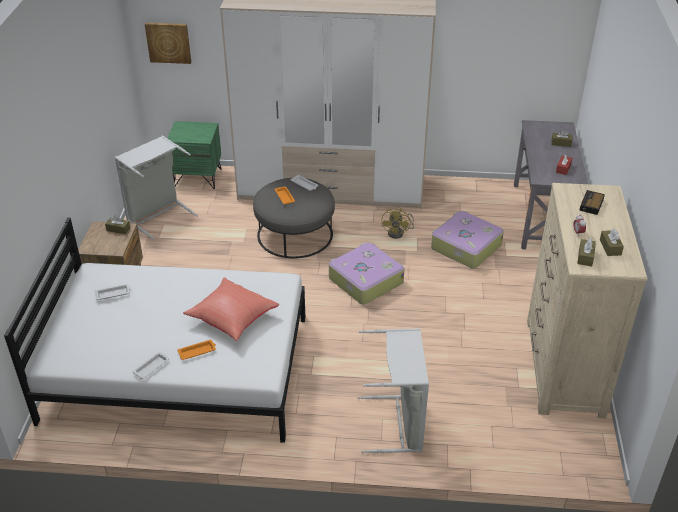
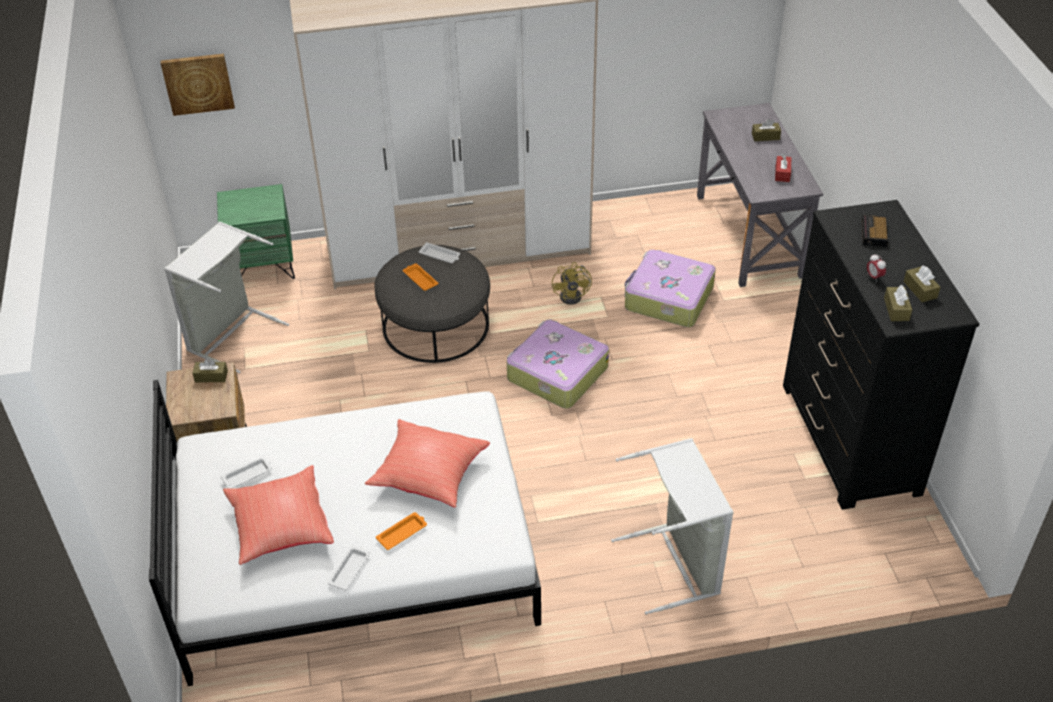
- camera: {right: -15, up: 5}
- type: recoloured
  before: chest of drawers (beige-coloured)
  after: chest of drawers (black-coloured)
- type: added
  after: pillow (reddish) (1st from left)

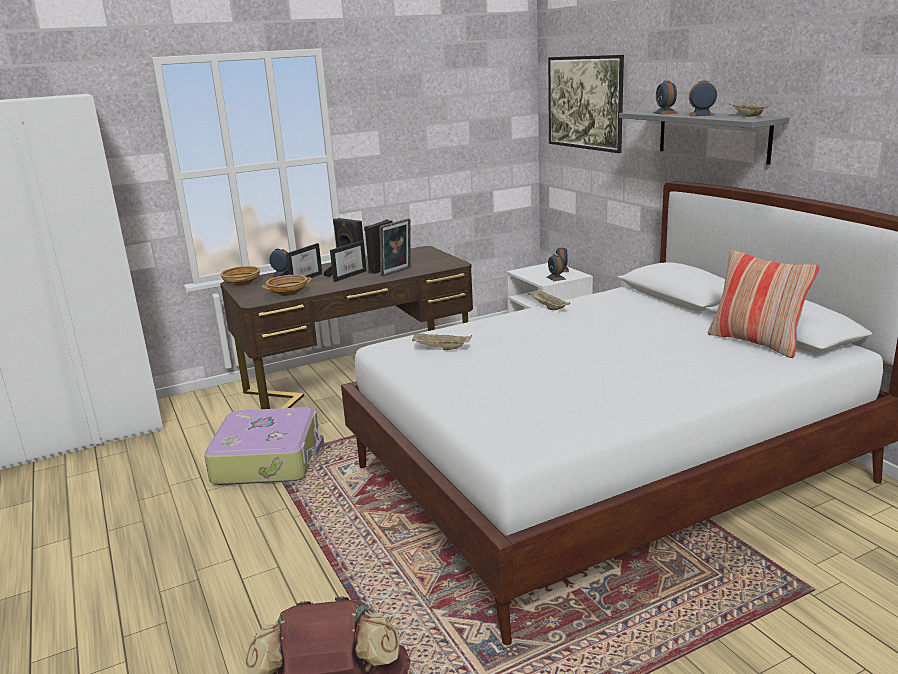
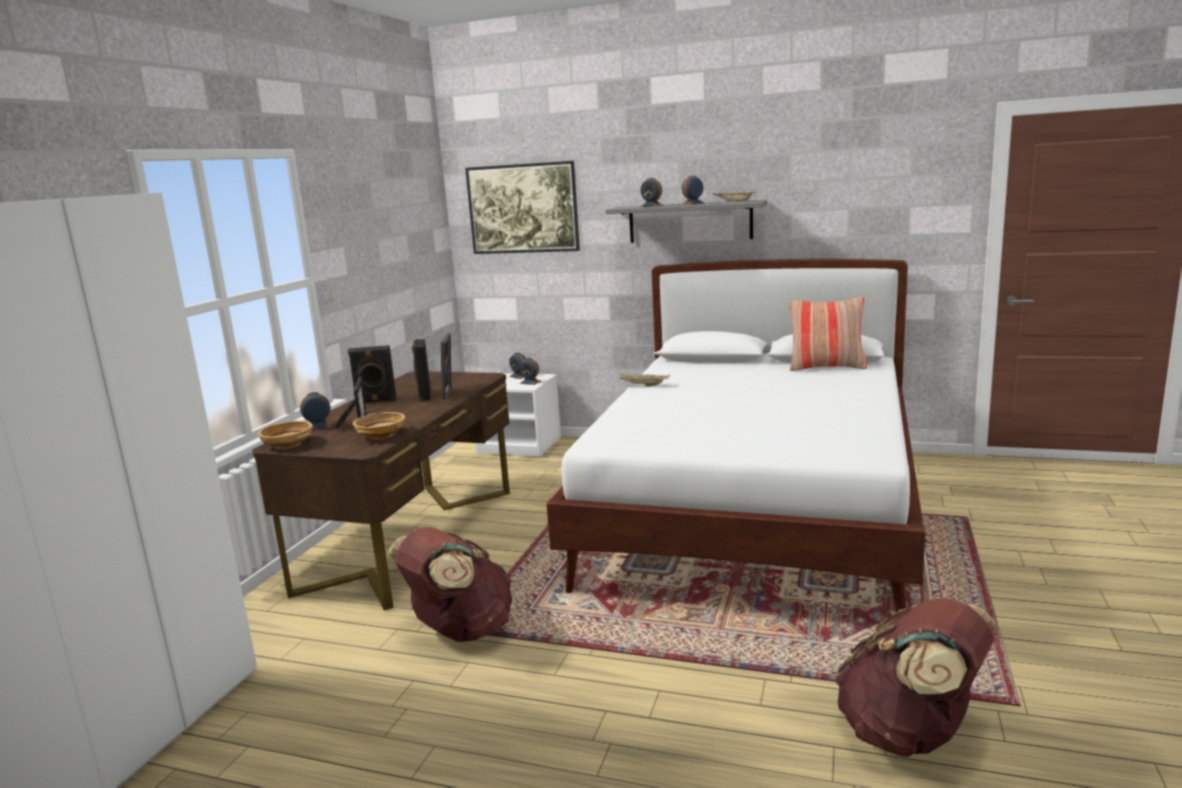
- camera: {right: -45, up: -5}
- type: replaced
  before: suitcase
  after: rucksack (brownish) (1st from left)
- type: removed
  before: picture frame (2nd from left)
- type: removed
  before: carrying tray (beige-coloured) (1st from left)

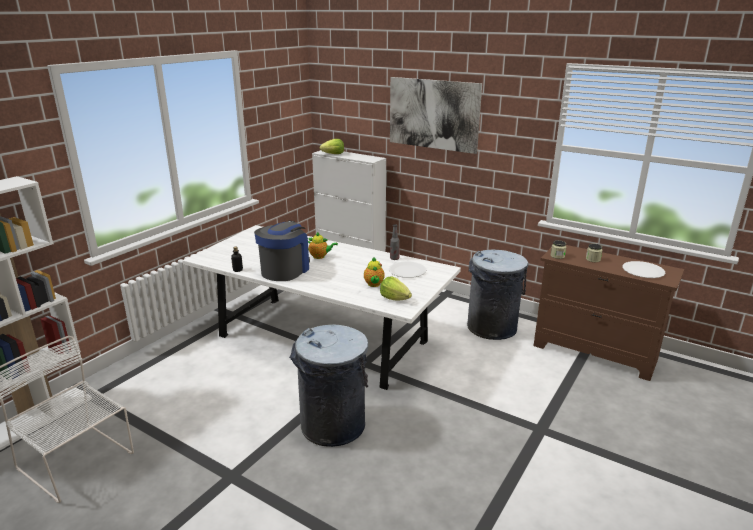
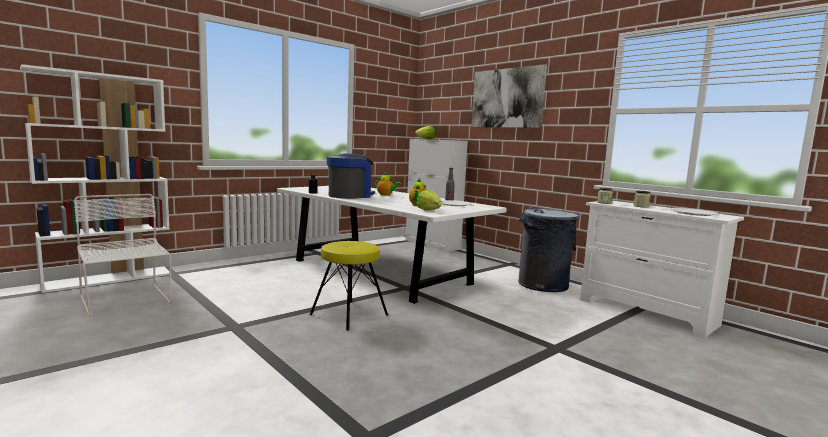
- camera: {right: 15, up: -15}
- type: replaced
  before: waste bin (greyish) (1st from left)
  after: stool seat (yellowish)
- type: recoloured
  before: chest of drawers (brownish)
  after: chest of drawers (white-coloured)

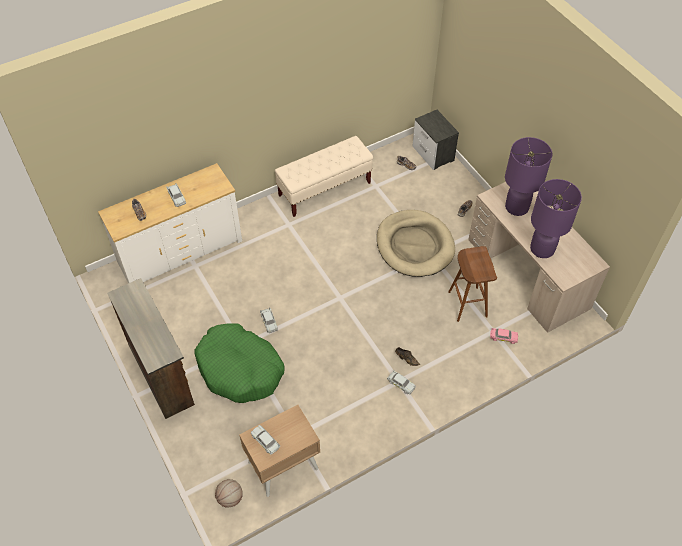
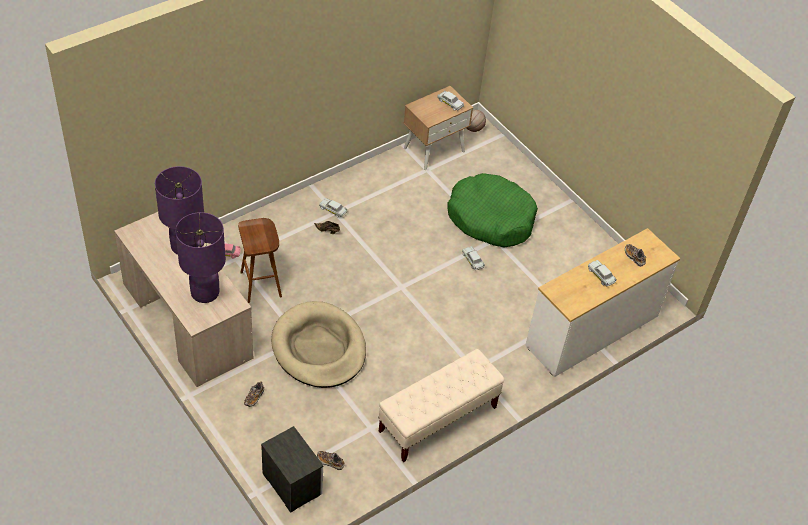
- camera: {right: 170, up: -5}
- type: removed
  before: chest of drawers (brownish)

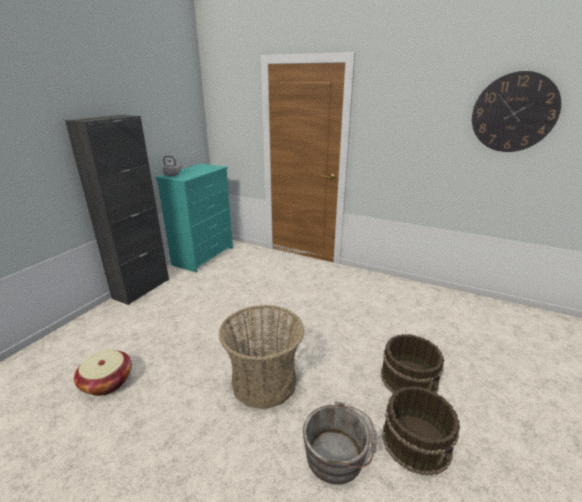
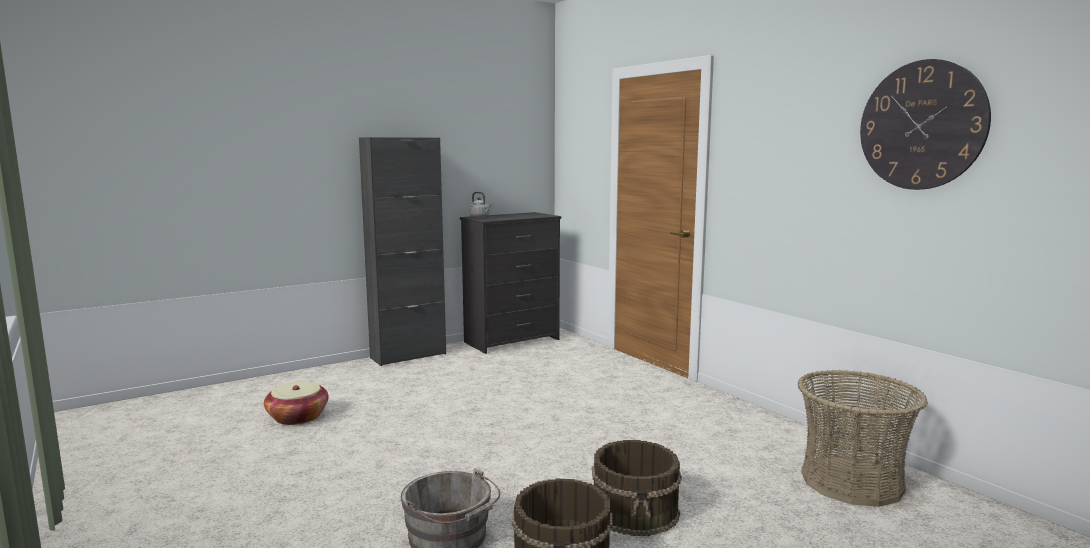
- camera: {right: 30, up: -15}
- type: recoloured
  before: chest of drawers (turquoise-coloured)
  after: chest of drawers (black-coloured)
- type: moved
  before: basket (2nd from left)

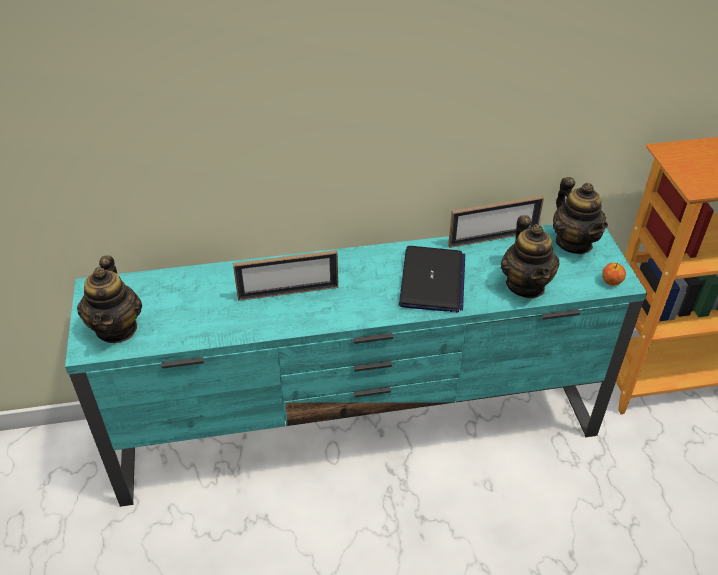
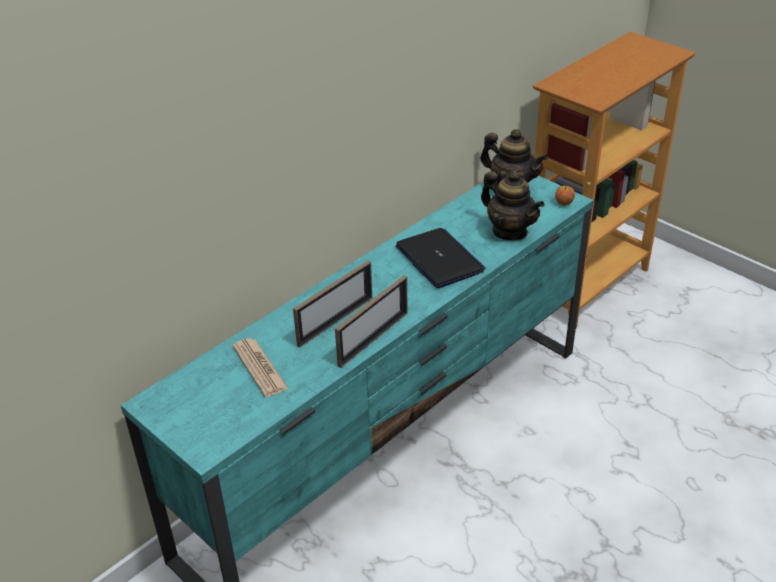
- camera: {right: -35, up: -5}
- type: removed
  before: pot for tea (1st from left)
- type: moved
  before: picture frame (2nd from left)
- type: added
  after: daily paper

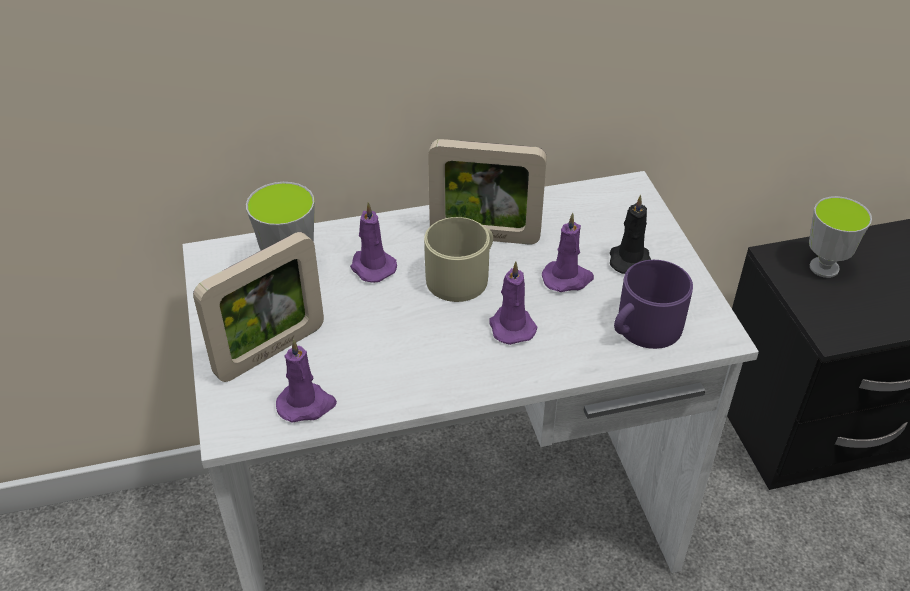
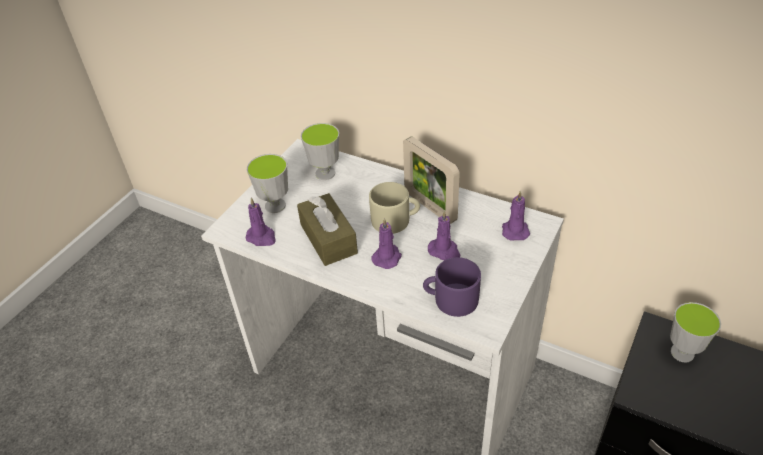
- camera: {right: 45, up: 0}
- type: replaced
  before: picture frame (1st from left)
  after: cup (1st from left)
- type: moved
  before: candle (purple-coloured) (2nd from left in the first image)
  after: candle (purple-coloured) (4th from left)
- type: removed
  before: candle (black-coloured)
- type: added
  after: box of tissues (brownish)

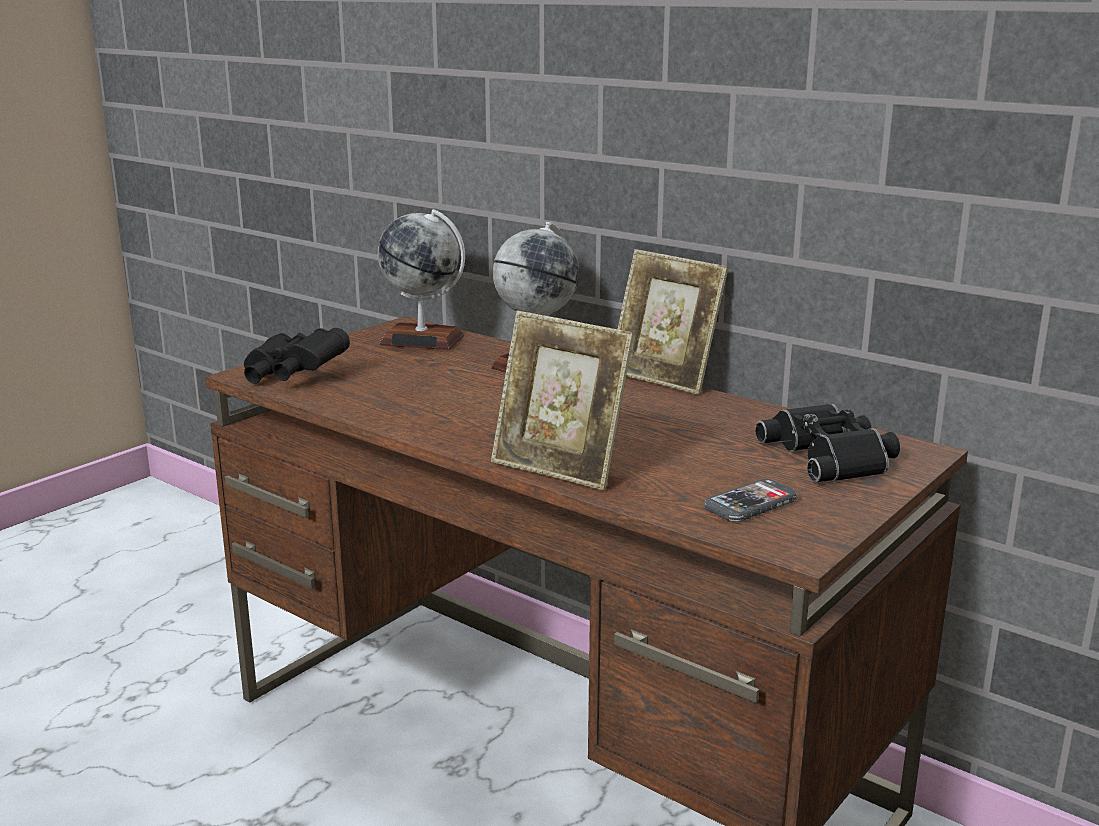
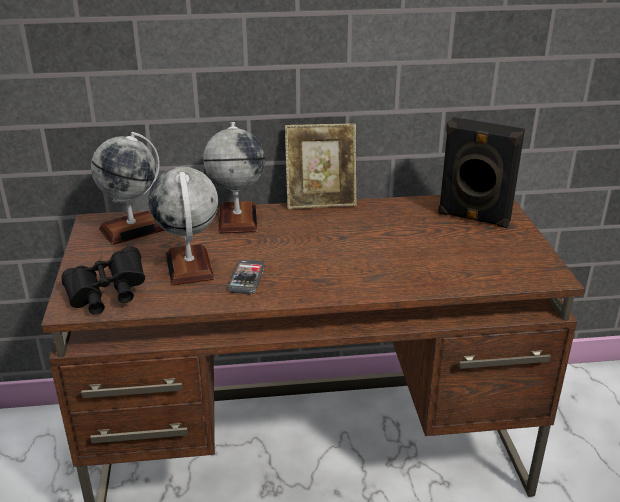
- camera: {right: -45, up: 10}
- type: removed
  before: picture frame (1st from left)
- type: moved
  before: phone
- type: replaced
  before: field glasses (black-coloured) (2nd from left)
  after: speaker (black-coloured)
- type: added
  after: desk globe (2nd from left)

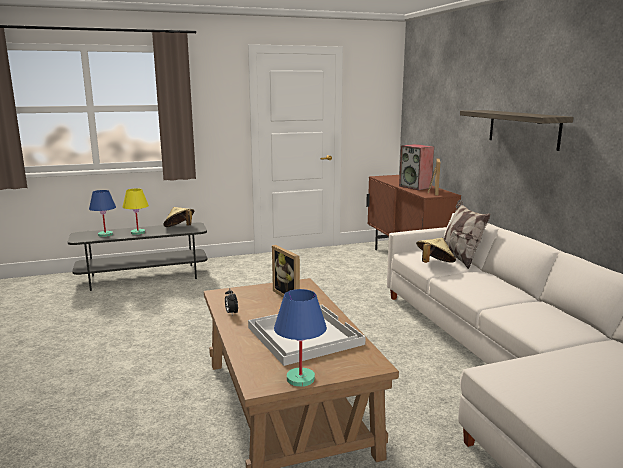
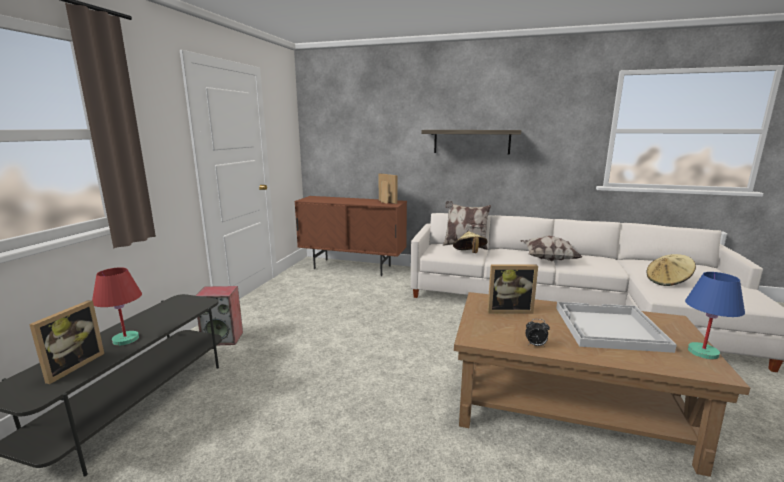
- camera: {right: -55, up: 0}
- type: replaced
  before: lamp for a table (bluish) (1st from left)
  after: picture frame (1st from left)
- type: recoloured
  before: lamp for a table (yellowish)
  after: lamp for a table (reddish)
- type: moved
  before: wearable hat (beige-coloured) (1st from left in the first image)
  after: wearable hat (beige-coloured) (2nd from left)
- type: moved
  before: speaker
- type: added
  after: pillow (2nd from left)

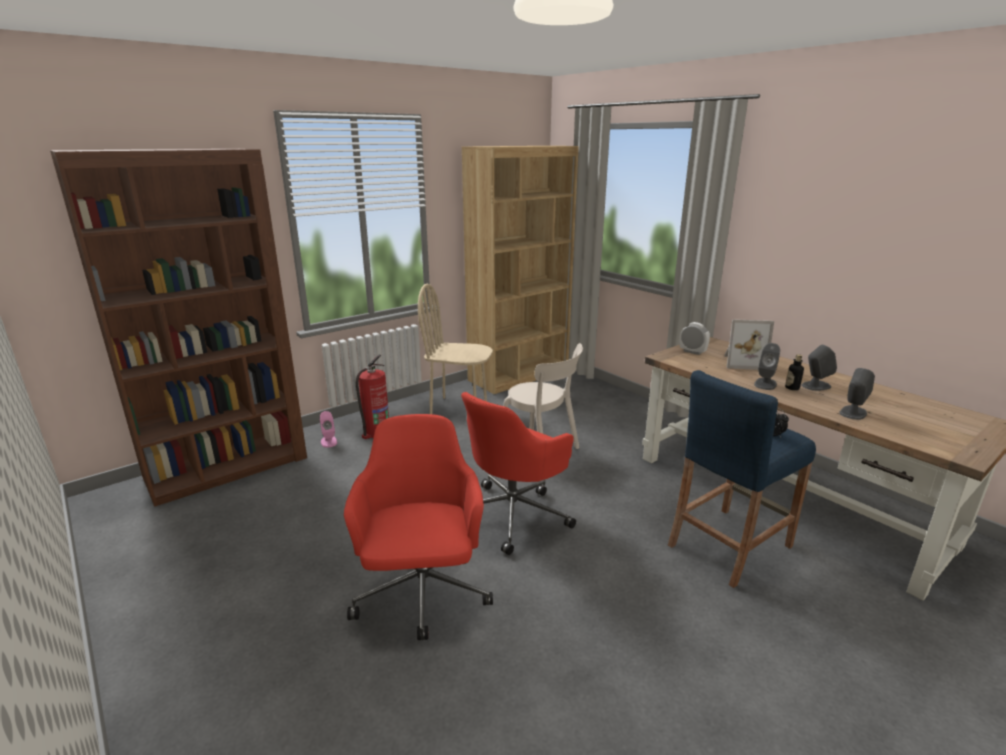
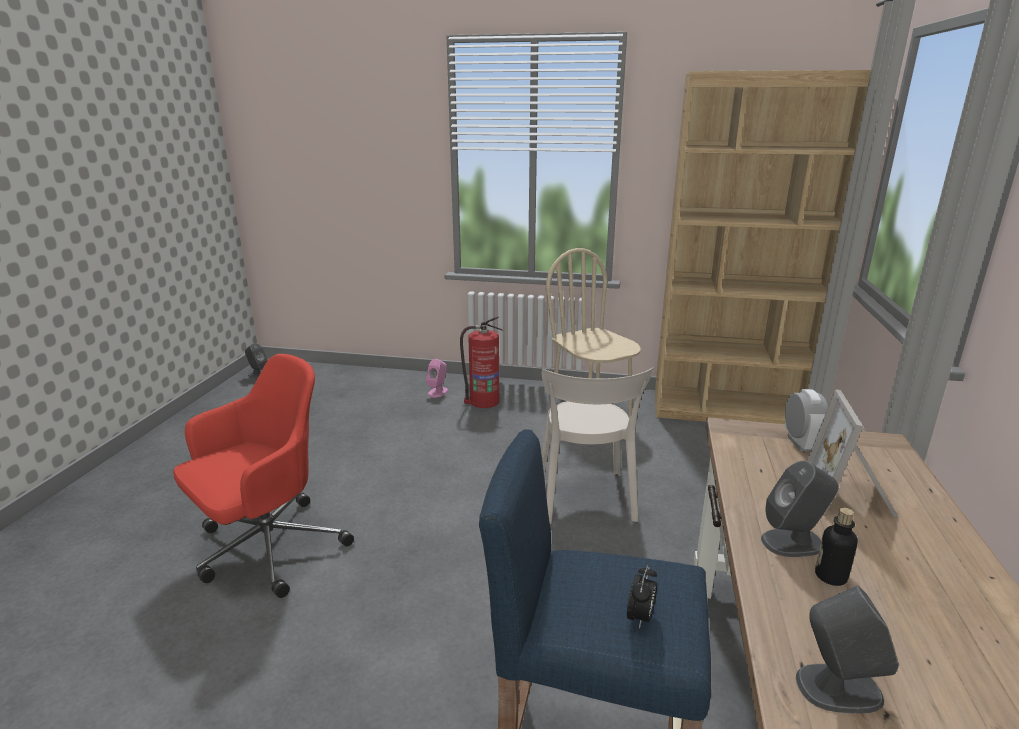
- camera: {right: 50, up: 0}
- type: removed
  before: bookcase (brownish) (1st from left)
- type: removed
  before: desk chair (reddish) (2nd from left)
- type: turned
  before: picture frame
  turn: 45
- type: moved
  before: speaker (greyish) (2nd from left in the first image)
  after: speaker (greyish) (1st from left)

